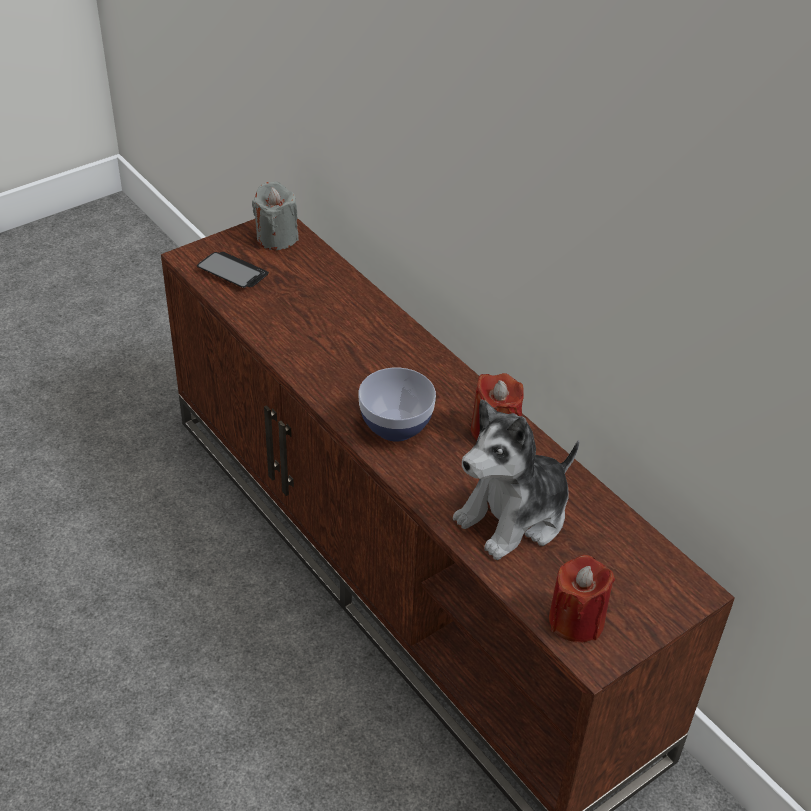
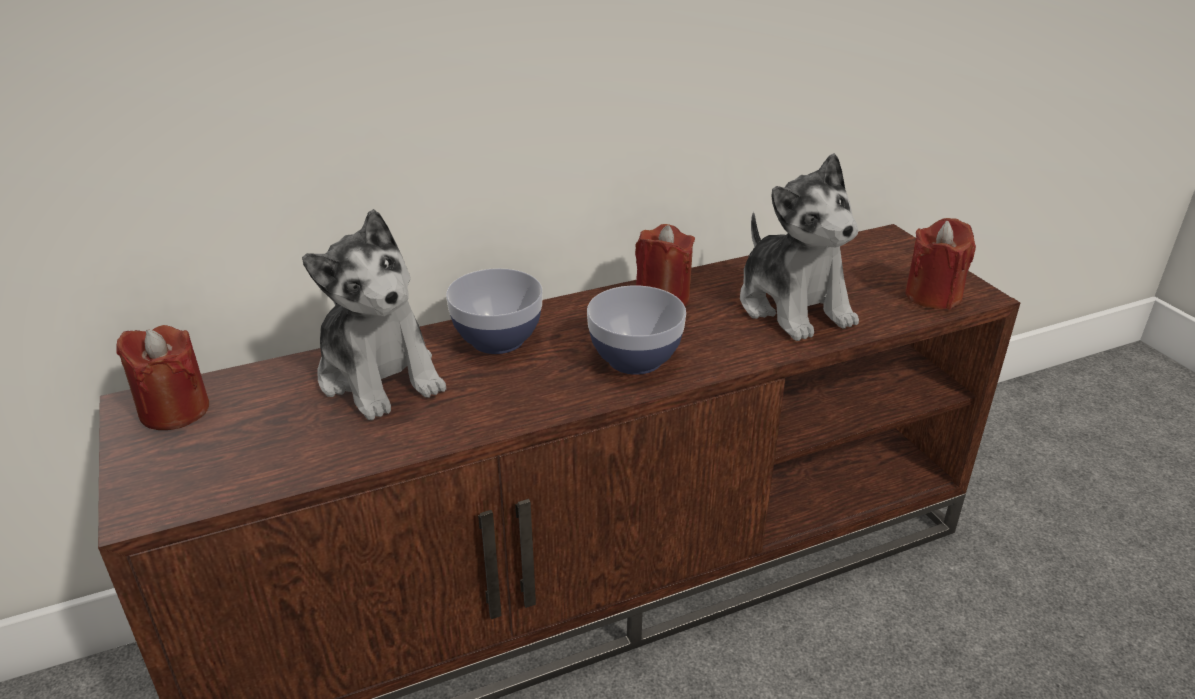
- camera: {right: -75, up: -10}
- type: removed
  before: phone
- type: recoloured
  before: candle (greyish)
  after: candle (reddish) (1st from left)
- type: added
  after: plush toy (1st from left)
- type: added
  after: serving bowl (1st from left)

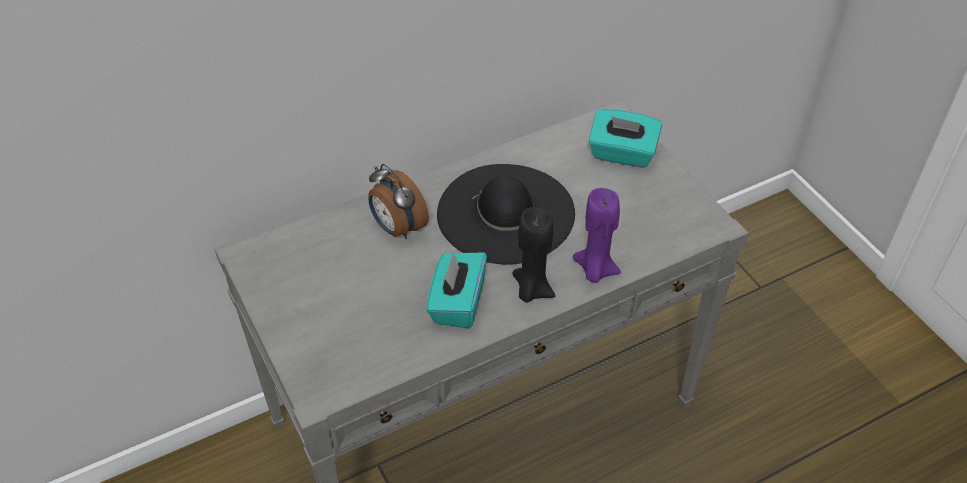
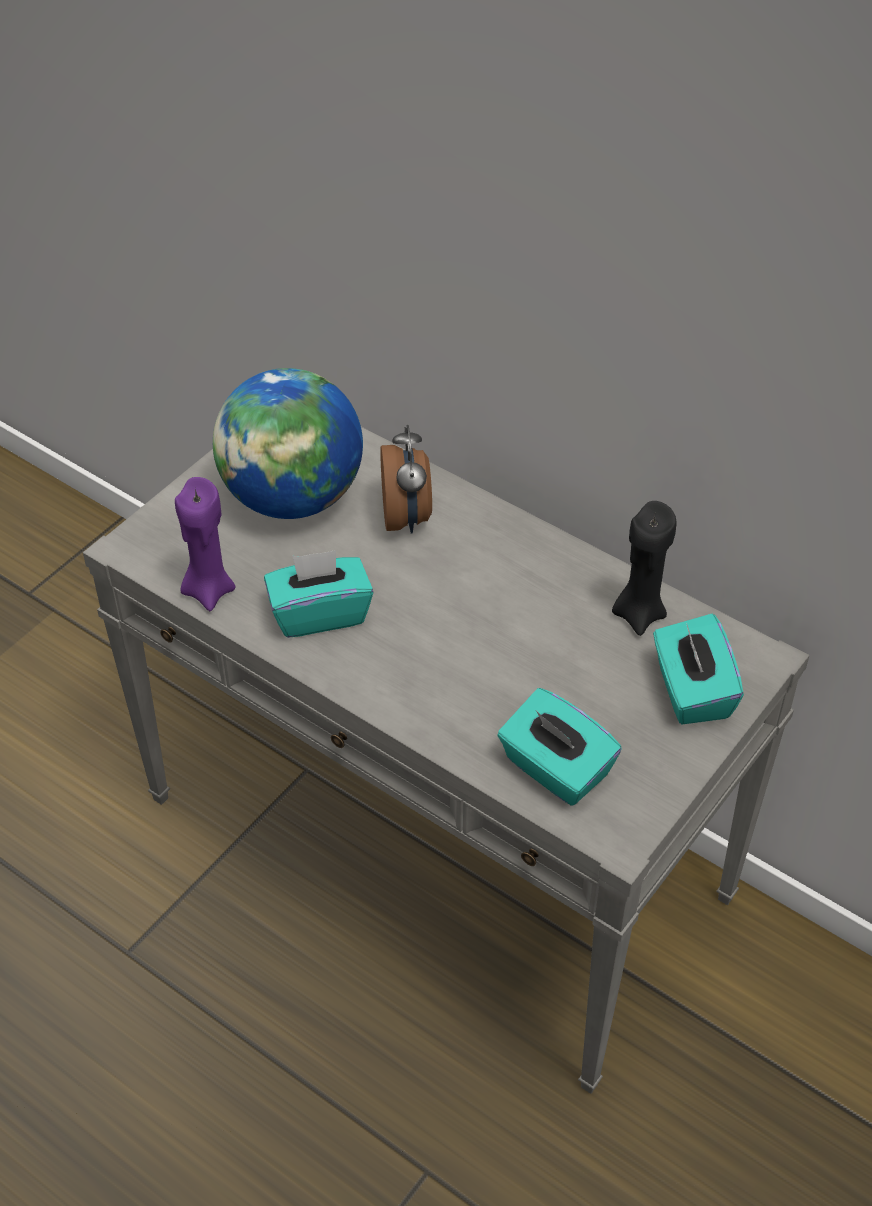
- camera: {right: 65, up: 0}
- type: turned
  before: bedside clock
  turn: 150
- type: removed
  before: wearable hat (black-coloured)
- type: moved
  before: candle (black-coloured)
- type: moved
  before: candle (purple-coloured)
- type: added
  after: desk globe
- type: added
  after: box of tissues (turquoise-coloured) (2nd from left)

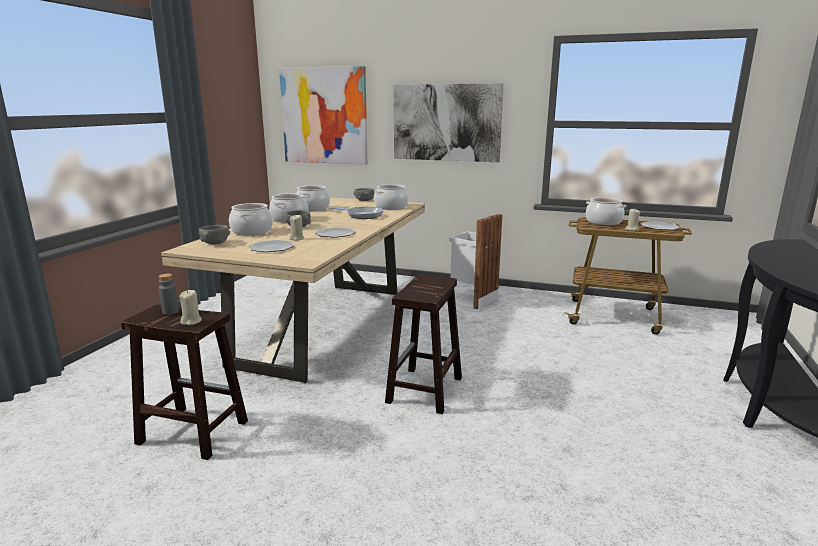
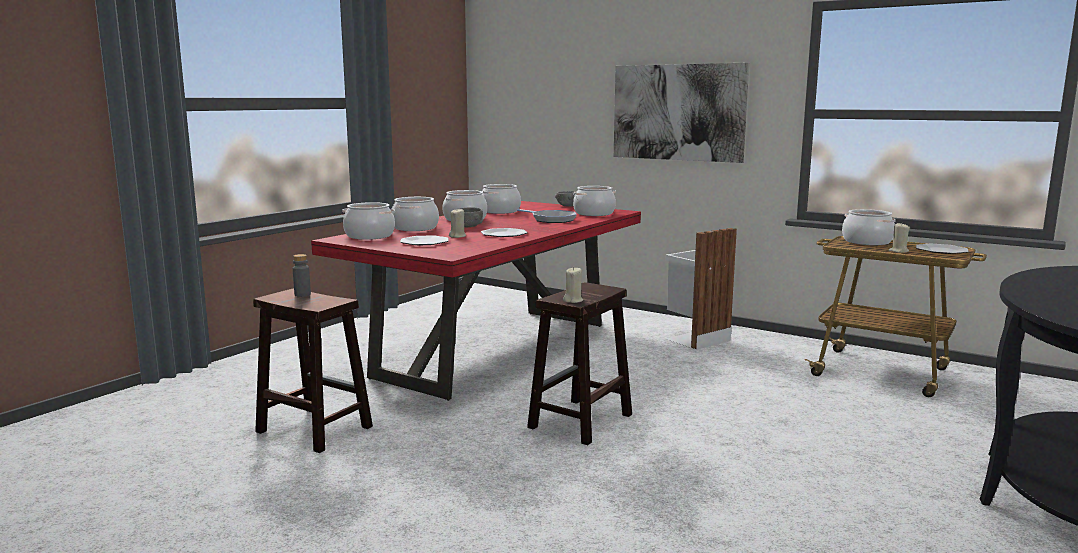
- camera: {right: 15, up: -5}
- type: recoloured
  before: dining table (beige-coloured)
  after: dining table (reddish)
- type: moved
  before: candle (beige-coloured) (1st from left in the first image)
  after: candle (beige-coloured) (2nd from left)
- type: replaced
  before: serving bowl (greyish) (1st from left)
  after: cooking pot (1st from left)
- type: removed
  before: wall art (1st from left)

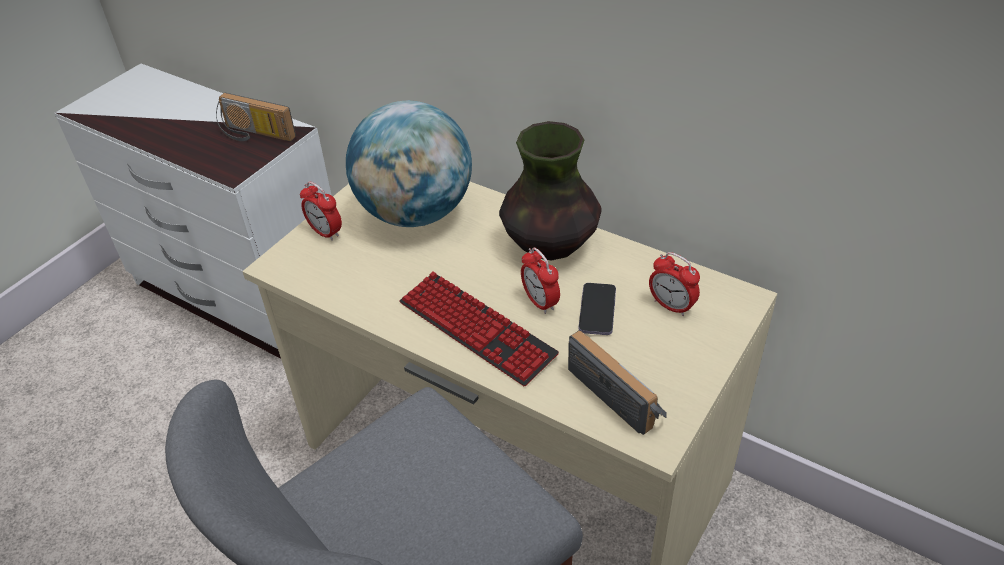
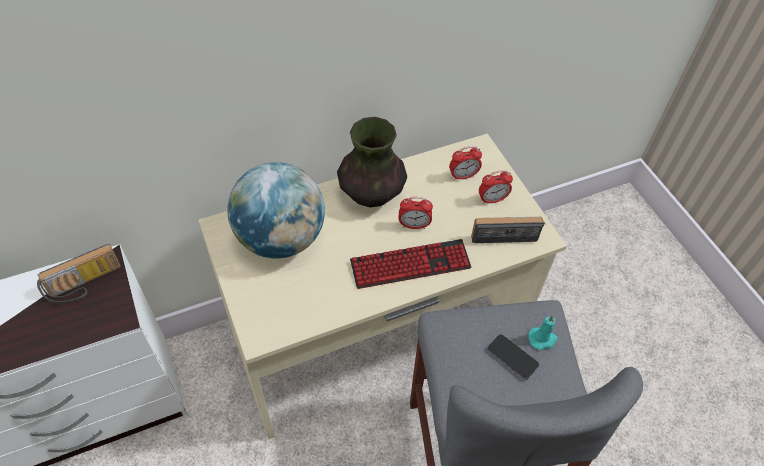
- camera: {right: -60, up: 10}
- type: moved
  before: bedside clock (1st from left in the first image)
  after: bedside clock (3rd from left)
- type: moved
  before: phone
- type: added
  after: candle (turquoise-coloured)

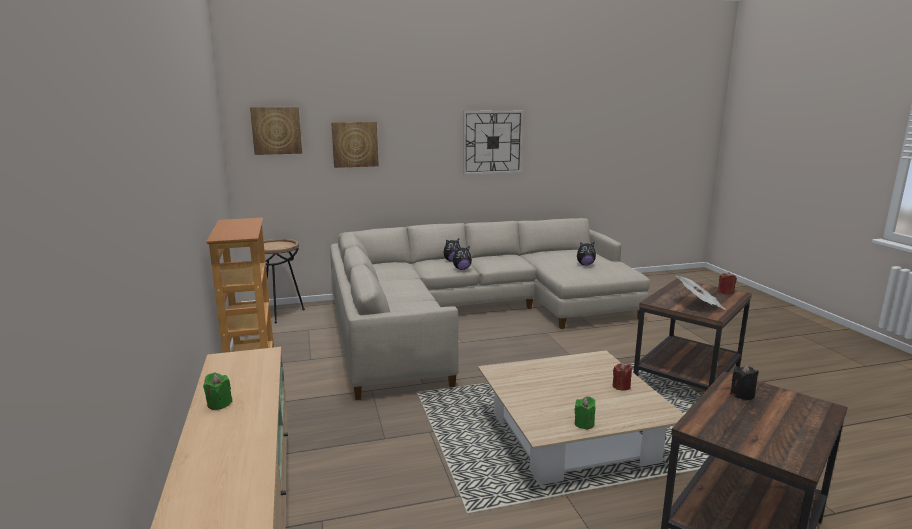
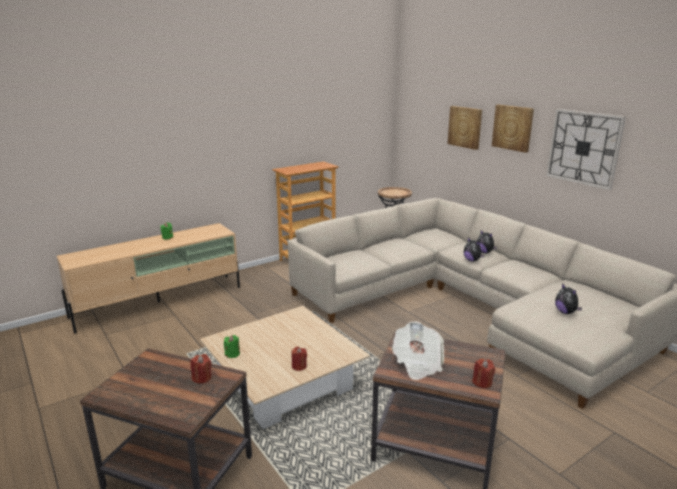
- camera: {right: 70, up: 5}
- type: moved
  before: wall art (1st from left in the first image)
  after: wall art (2nd from left)
- type: recoloured
  before: candle (black-coloured)
  after: candle (reddish) (1st from left)

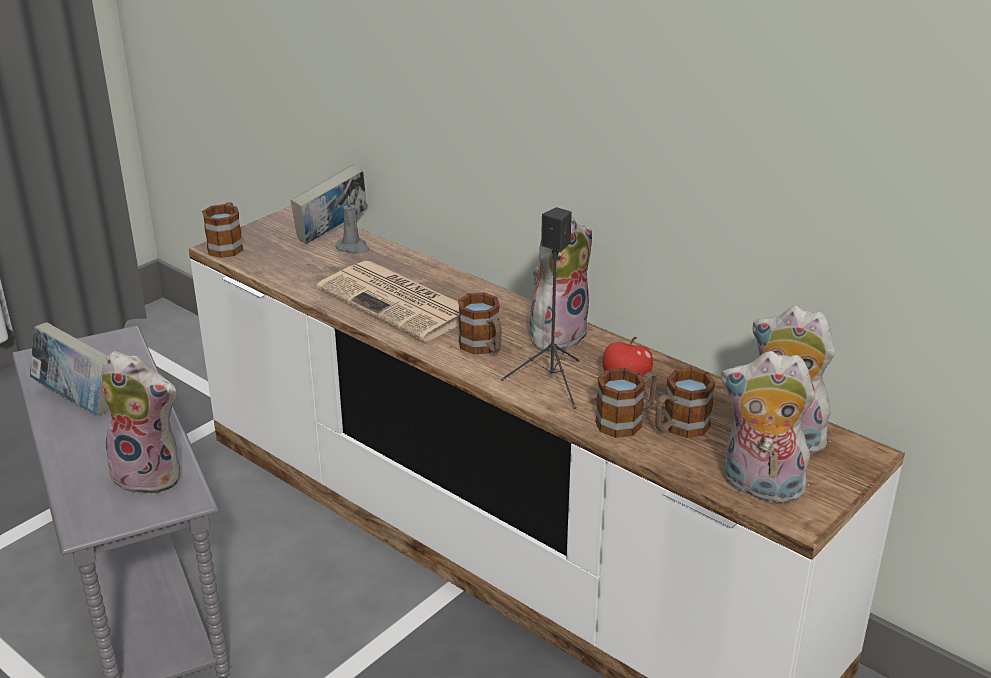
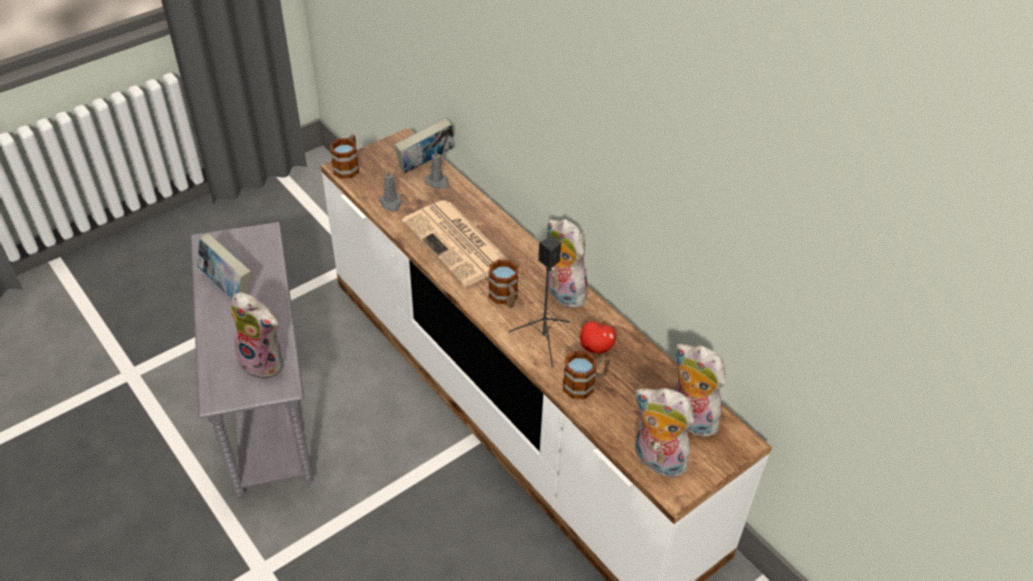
- camera: {right: 10, up: 15}
- type: turned
  before: plush toy (2nd from left)
  turn: -90
- type: removed
  before: tea mug (4th from left)
- type: added
  after: candle (greyish) (1st from left)

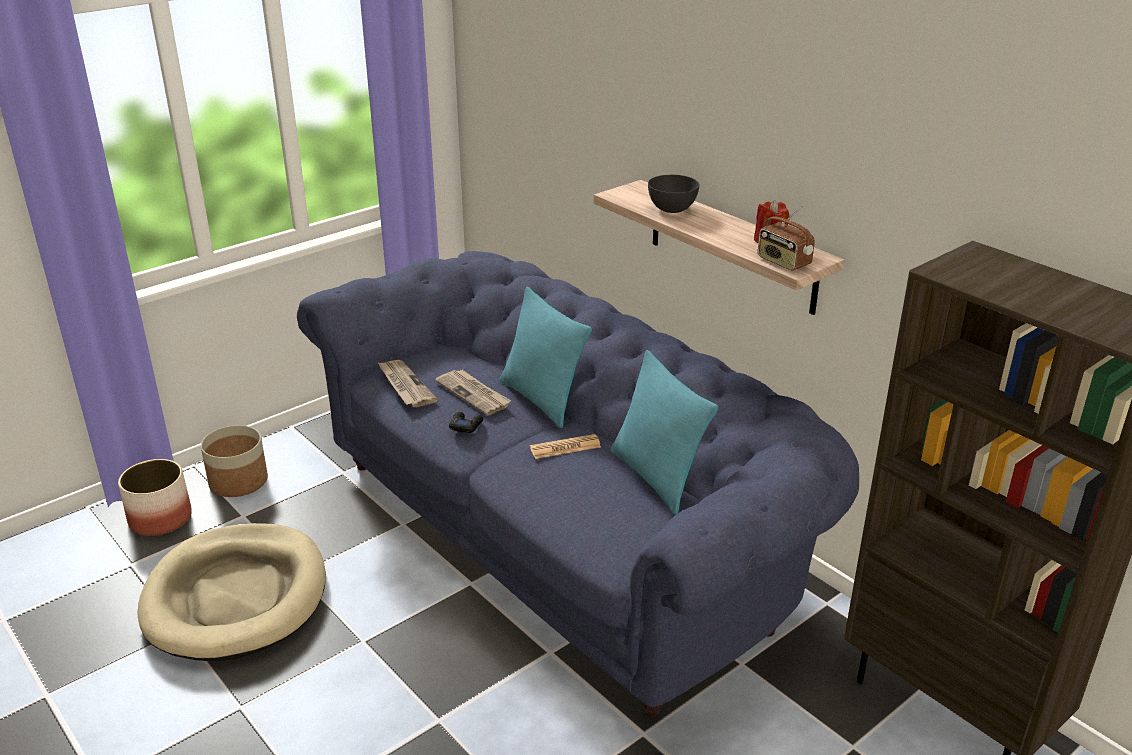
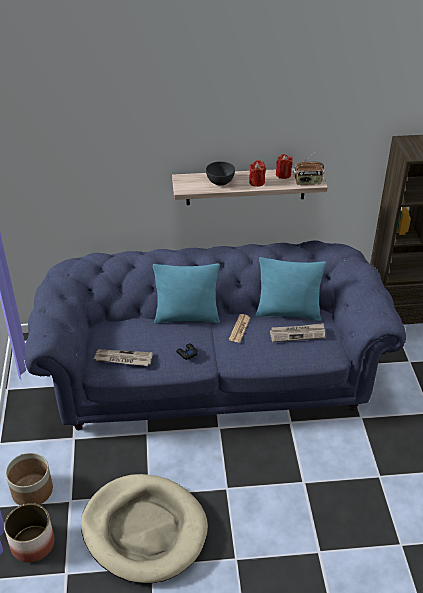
- camera: {right: -55, up: 10}
- type: moved
  before: daily paper (2nd from left in the first image)
  after: daily paper (3rd from left)
- type: added
  after: candle (reddish) (1st from left)

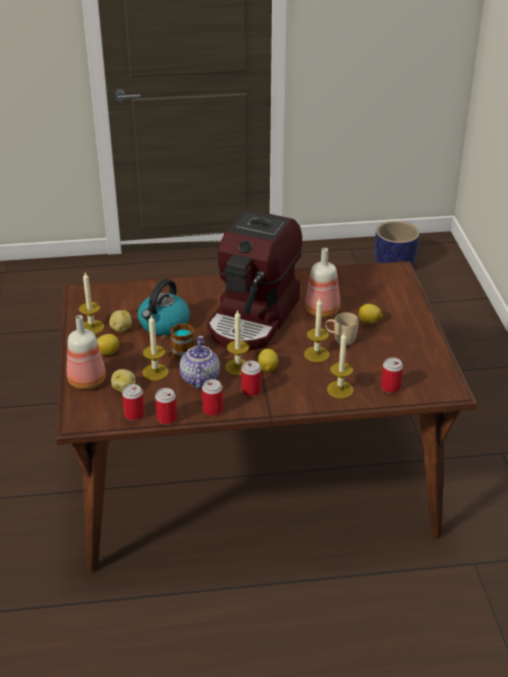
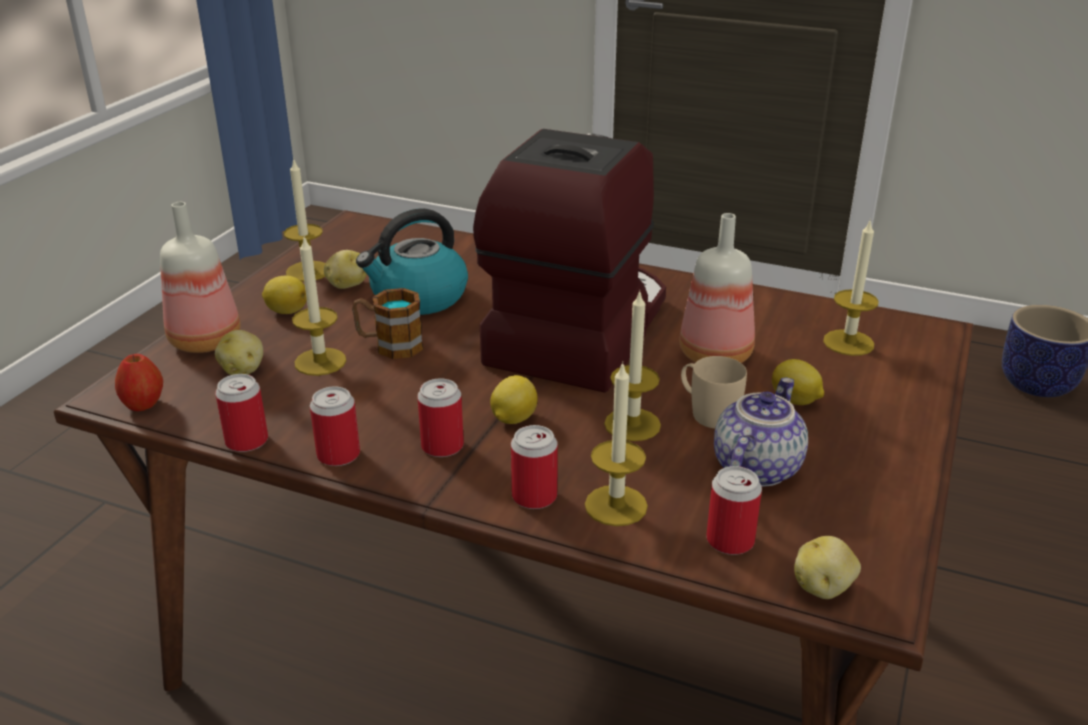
- camera: {right: 30, up: -5}
- type: moved
  before: metal can (1st from left in the first image)
  after: metal can (4th from left)
- type: moved
  before: pot for tea
- type: turned
  before: coffee machine
  turn: 150
- type: moved
  before: candle (3rd from left in the first image)
  after: candle (5th from left)
- type: added
  after: whole apple
- type: added
  after: spud (3rd from left)

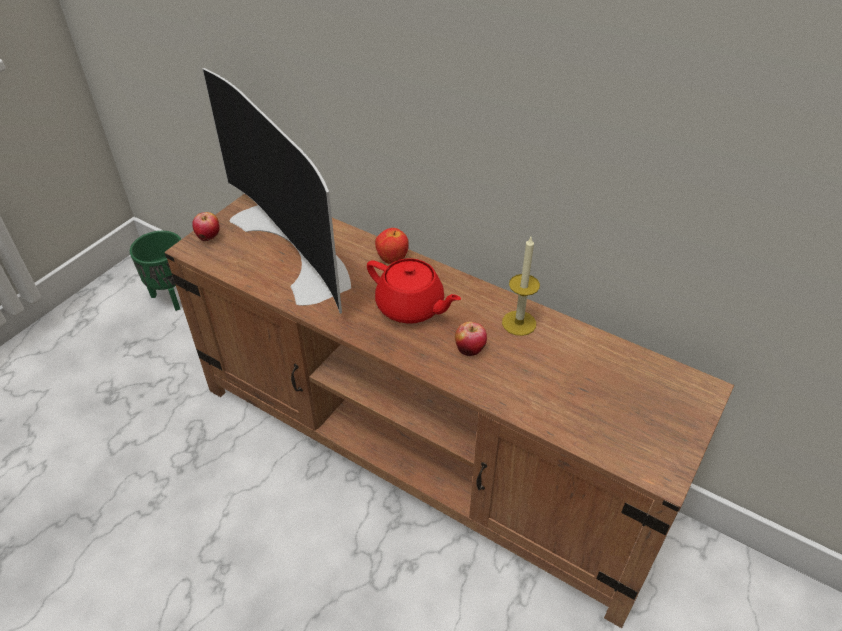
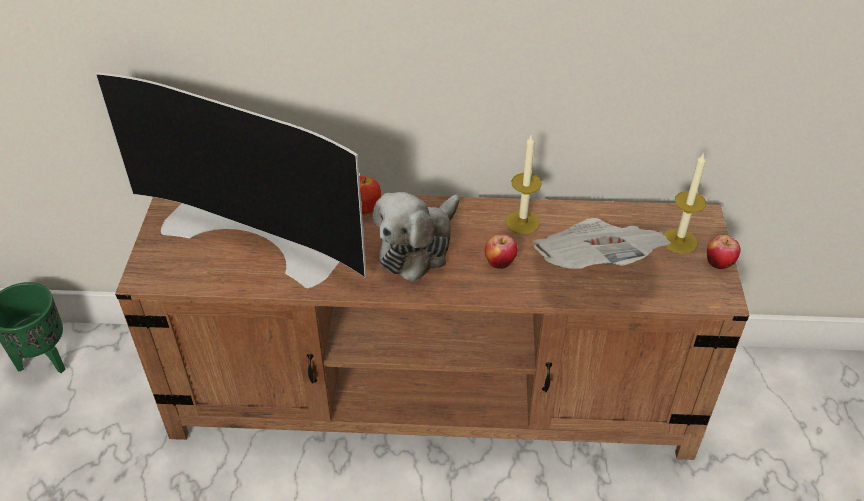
- camera: {right: -30, up: 0}
- type: moved
  before: whole apple (1st from left in the first image)
  after: whole apple (3rd from left)
- type: replaced
  before: pot for tea (reddish)
  after: plush toy
- type: added
  after: daily paper
- type: added
  after: candle (2nd from left)

